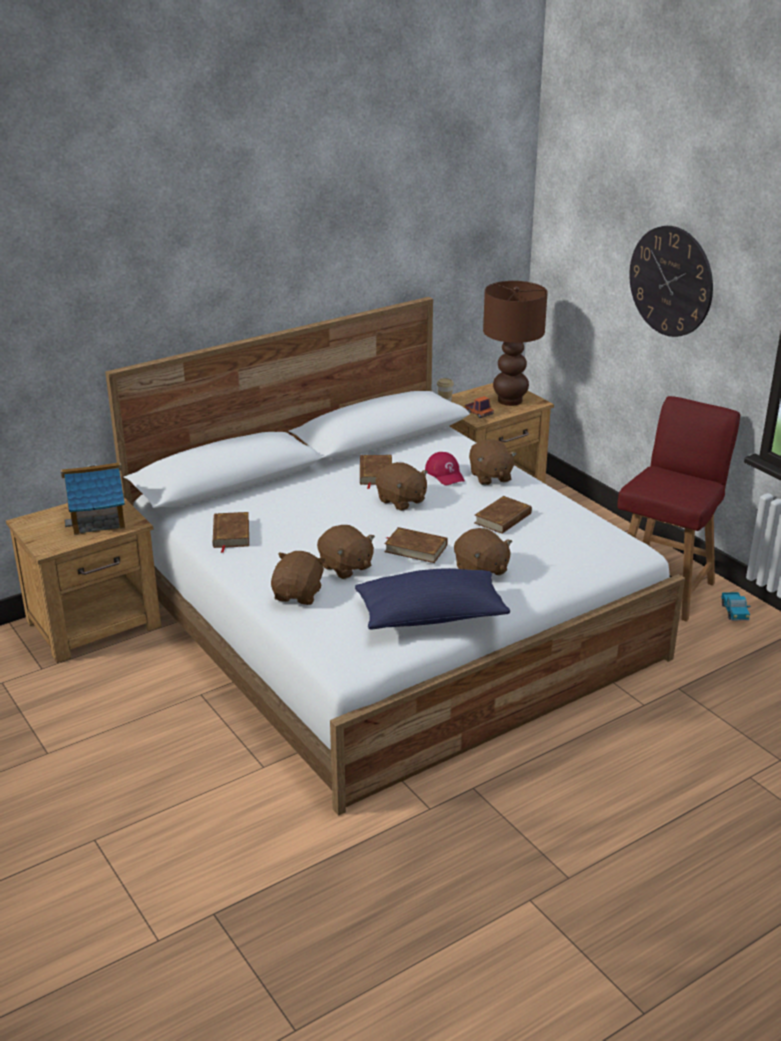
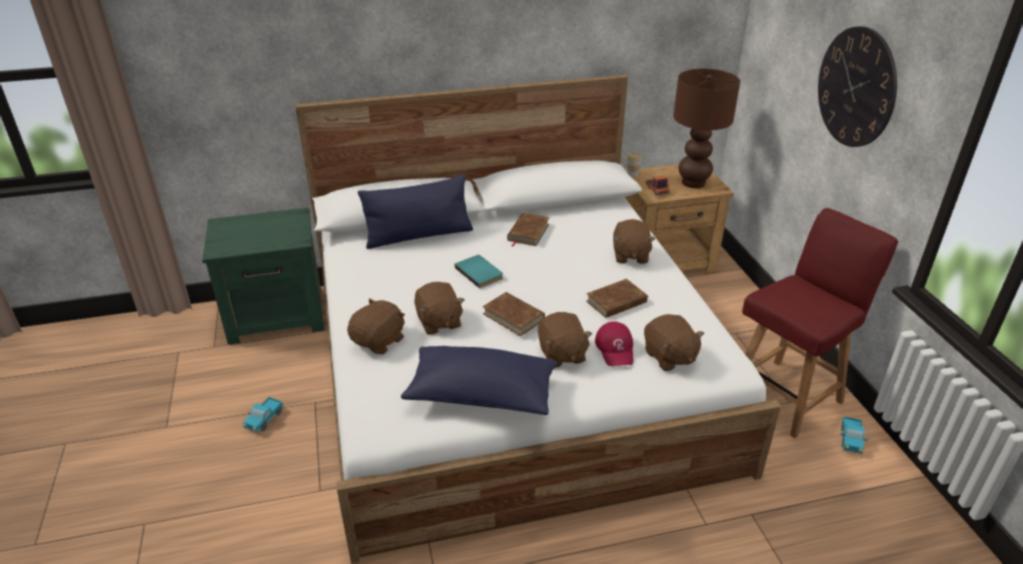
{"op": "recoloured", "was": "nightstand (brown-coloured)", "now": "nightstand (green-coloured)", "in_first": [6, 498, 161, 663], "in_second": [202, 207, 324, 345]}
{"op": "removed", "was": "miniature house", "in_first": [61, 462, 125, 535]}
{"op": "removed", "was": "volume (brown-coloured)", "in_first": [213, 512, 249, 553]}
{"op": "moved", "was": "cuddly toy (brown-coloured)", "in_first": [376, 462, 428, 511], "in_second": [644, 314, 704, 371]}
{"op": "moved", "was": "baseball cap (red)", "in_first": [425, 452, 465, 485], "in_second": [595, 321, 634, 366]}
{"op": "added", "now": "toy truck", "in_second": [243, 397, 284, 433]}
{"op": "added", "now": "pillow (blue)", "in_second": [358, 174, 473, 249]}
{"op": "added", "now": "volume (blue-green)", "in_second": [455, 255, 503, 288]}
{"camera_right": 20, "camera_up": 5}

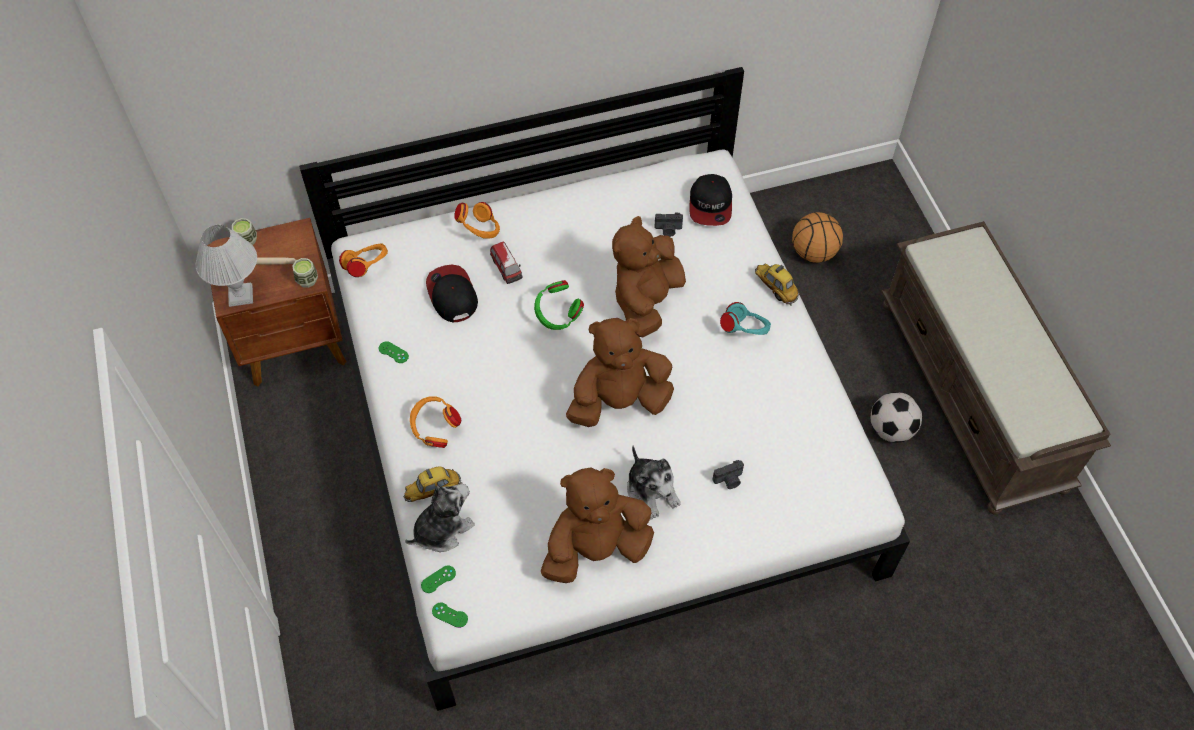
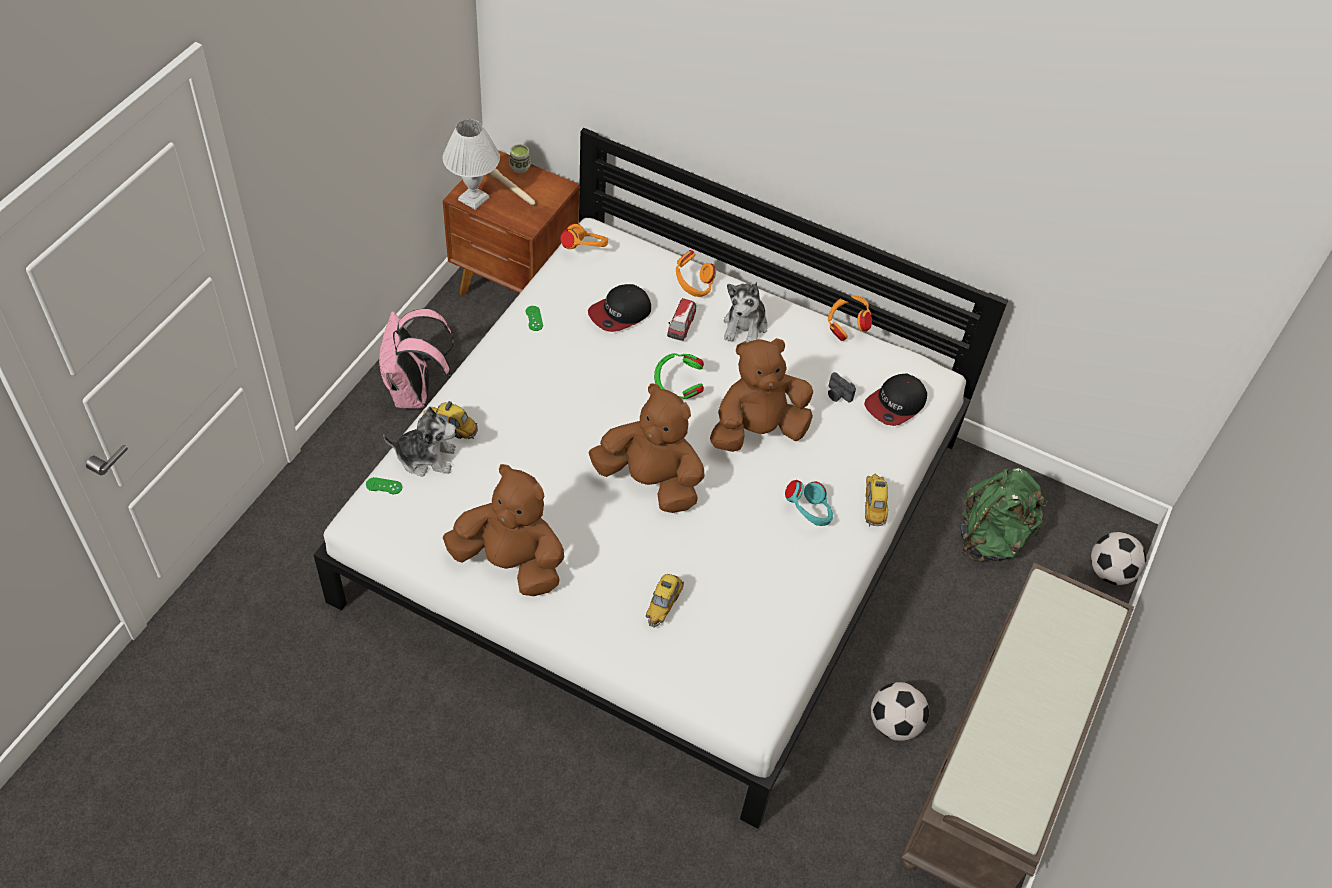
{"op": "removed", "was": "drinking cup", "in_first": [293, 258, 318, 288]}
{"op": "moved", "was": "headset (orangey)", "in_first": [410, 396, 461, 448], "in_second": [828, 295, 872, 341]}
{"op": "turned", "was": "baseball cap", "in_first": [426, 265, 478, 322], "in_second": [588, 284, 651, 332], "clockwise": -150}
{"op": "removed", "was": "gamepad (green-coloured)", "in_first": [432, 603, 468, 628]}
{"op": "moved", "was": "cuddly toy", "in_first": [627, 446, 681, 520], "in_second": [724, 282, 767, 343]}
{"op": "replaced", "was": "photo camera", "now": "miniature car", "in_first": [712, 460, 744, 489], "in_second": [646, 574, 684, 628]}
{"op": "replaced", "was": "basketball", "now": "knapsack (green-coloured)", "in_first": [792, 212, 843, 263], "in_second": [960, 468, 1048, 562]}
{"op": "added", "now": "knapsack (pink)", "in_second": [378, 308, 454, 409]}
{"op": "added", "now": "football ball", "in_second": [1091, 532, 1146, 585]}
{"camera_right": 40, "camera_up": -5}

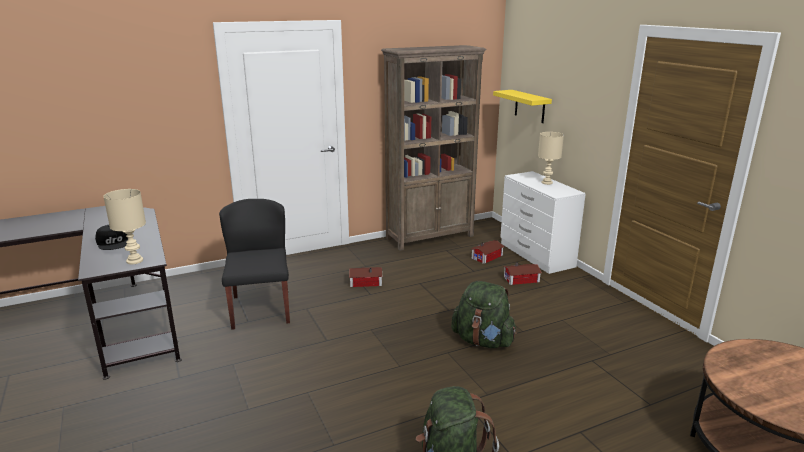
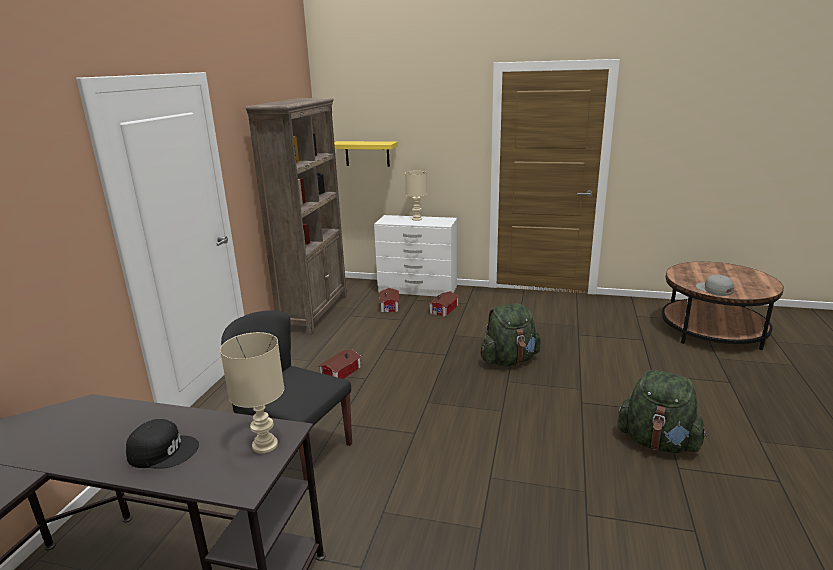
{"op": "added", "now": "baseball cap (greyish)", "in_second": [696, 275, 734, 296]}
{"camera_right": -50, "camera_up": 0}

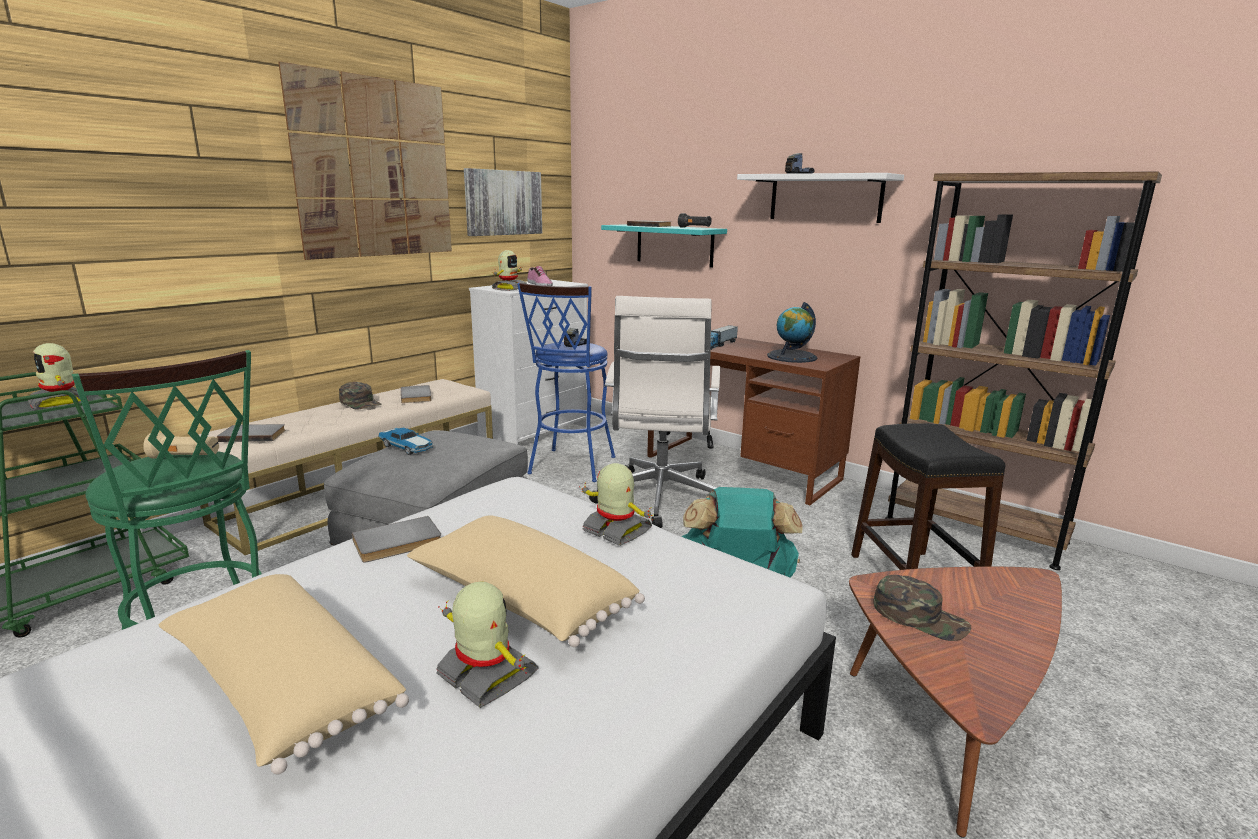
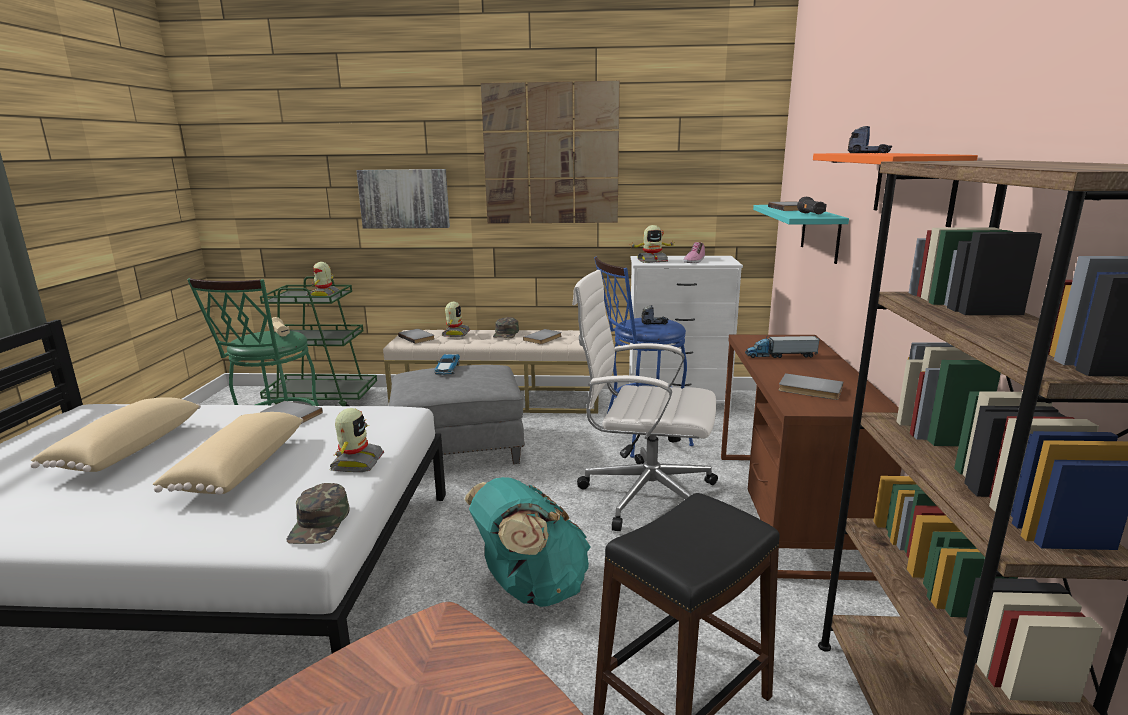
{"op": "moved", "was": "toy robot", "in_first": [436, 582, 538, 708], "in_second": [442, 302, 470, 337]}
{"op": "moved", "was": "wall art", "in_first": [464, 168, 542, 236], "in_second": [356, 169, 450, 229]}
{"op": "turned", "was": "office chair (white)", "in_first": [589, 296, 720, 528], "in_second": [572, 270, 718, 531], "clockwise": 45}
{"op": "recoloured", "was": "wall shelf (white)", "now": "wall shelf (orangey)", "in_first": [737, 173, 904, 223], "in_second": [813, 153, 978, 227]}
{"op": "replaced", "was": "globe", "now": "volume (greyish)", "in_first": [767, 302, 817, 363], "in_second": [778, 373, 843, 400]}
{"op": "moved", "was": "baseball cap (green-coloured)", "in_first": [873, 575, 971, 641], "in_second": [287, 483, 349, 544]}
{"camera_right": 55, "camera_up": 0}

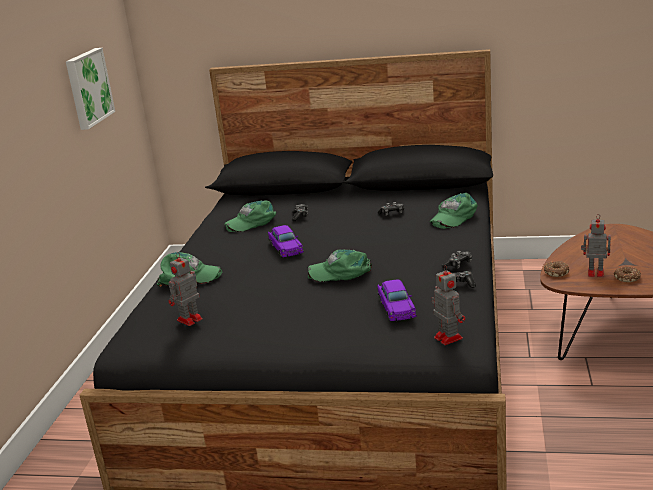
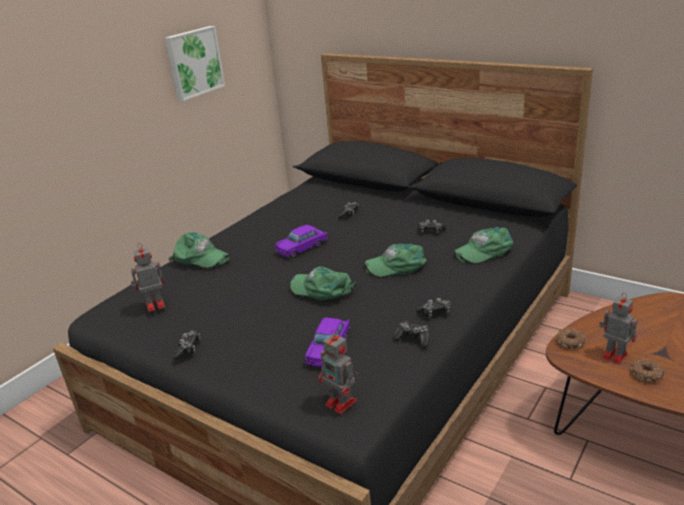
{"op": "moved", "was": "baseball cap (green-coloured)", "in_first": [224, 200, 277, 232], "in_second": [364, 244, 427, 277]}
{"op": "turned", "was": "miniature car (purple)", "in_first": [268, 225, 304, 258], "in_second": [274, 225, 328, 258], "clockwise": 45}
{"op": "turned", "was": "toy robot", "in_first": [432, 265, 465, 345], "in_second": [318, 330, 358, 414], "clockwise": 135}
{"op": "added", "now": "gamepad", "in_second": [173, 330, 200, 360]}
{"camera_right": 25, "camera_up": 5}

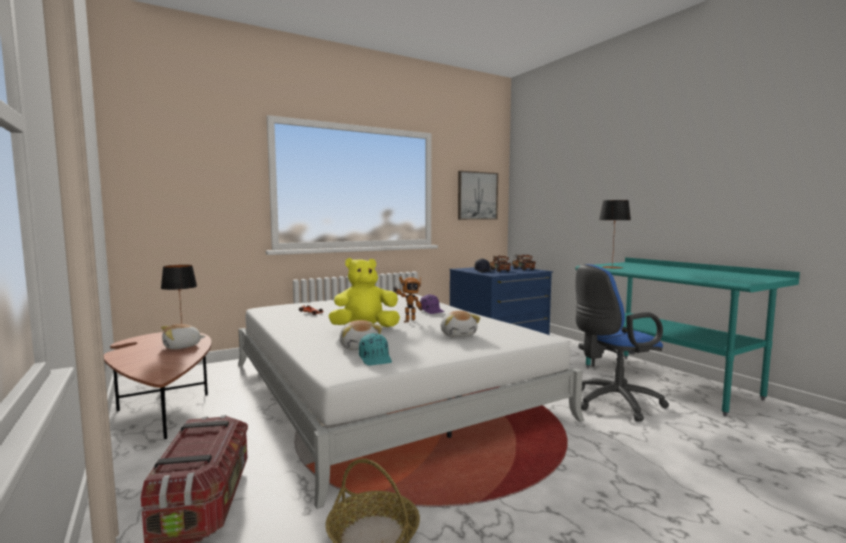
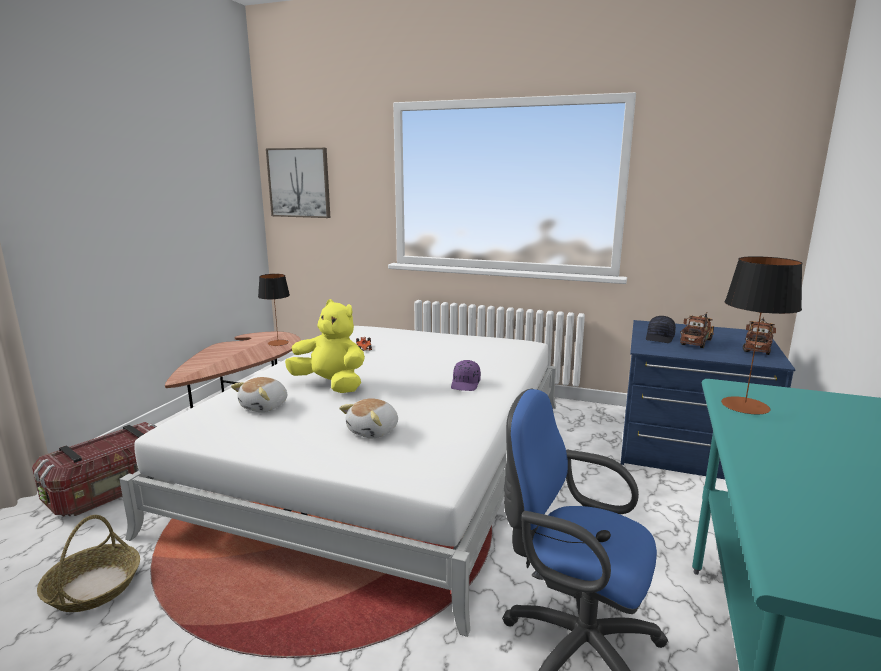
{"op": "removed", "was": "cuddly toy", "in_first": [161, 324, 205, 349]}
{"op": "removed", "was": "baseball cap (blue-green)", "in_first": [359, 333, 392, 365]}
{"op": "removed", "was": "toy robot", "in_first": [393, 276, 422, 322]}
{"op": "moved", "was": "wall art", "in_first": [458, 171, 498, 220], "in_second": [266, 148, 330, 218]}
{"camera_right": 50, "camera_up": 10}

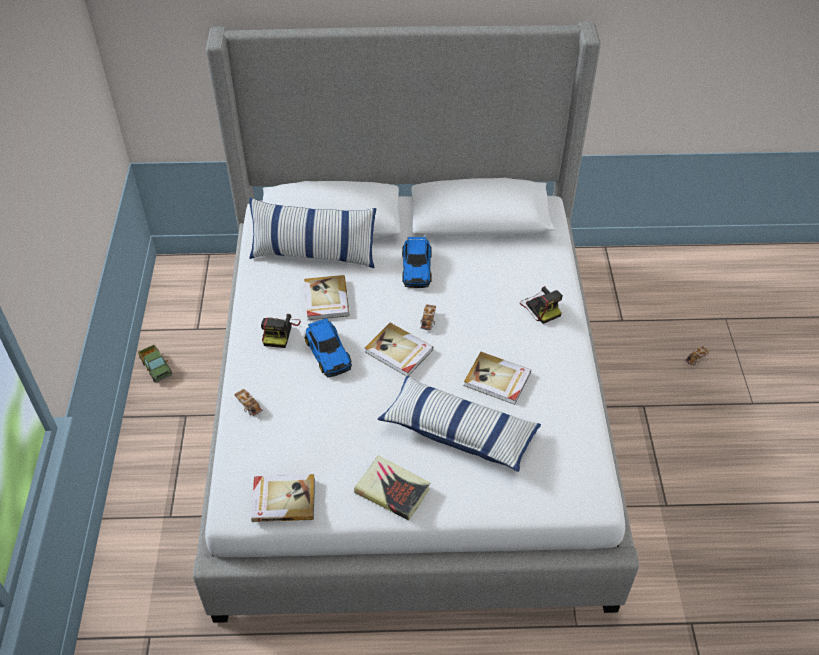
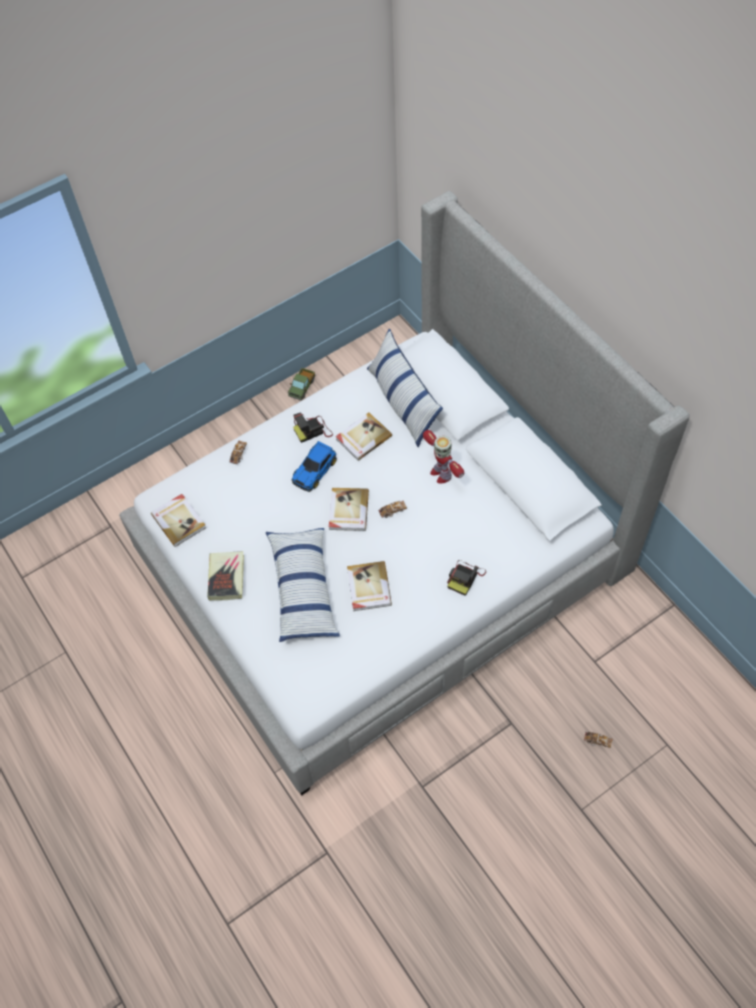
{"op": "replaced", "was": "miniature car", "now": "toy robot", "in_first": [402, 237, 432, 288], "in_second": [423, 430, 464, 483]}
{"camera_right": 60, "camera_up": 10}

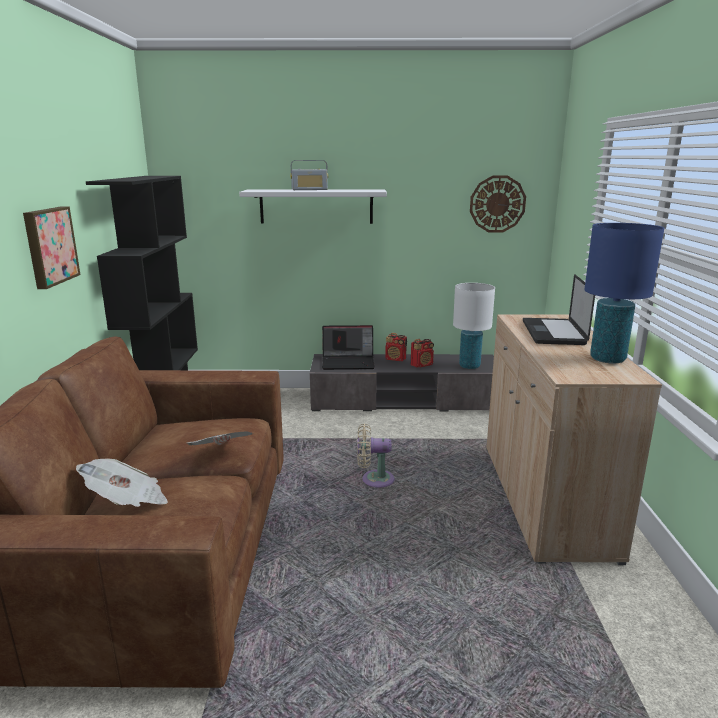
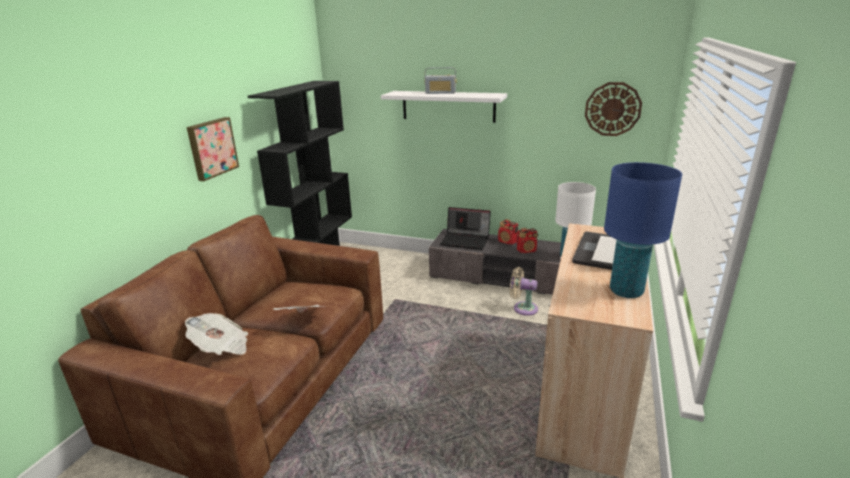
{"op": "moved", "was": "electric fan (sand-coloured)", "in_first": [357, 424, 395, 488], "in_second": [510, 267, 538, 316]}
{"camera_right": 20, "camera_up": 5}

